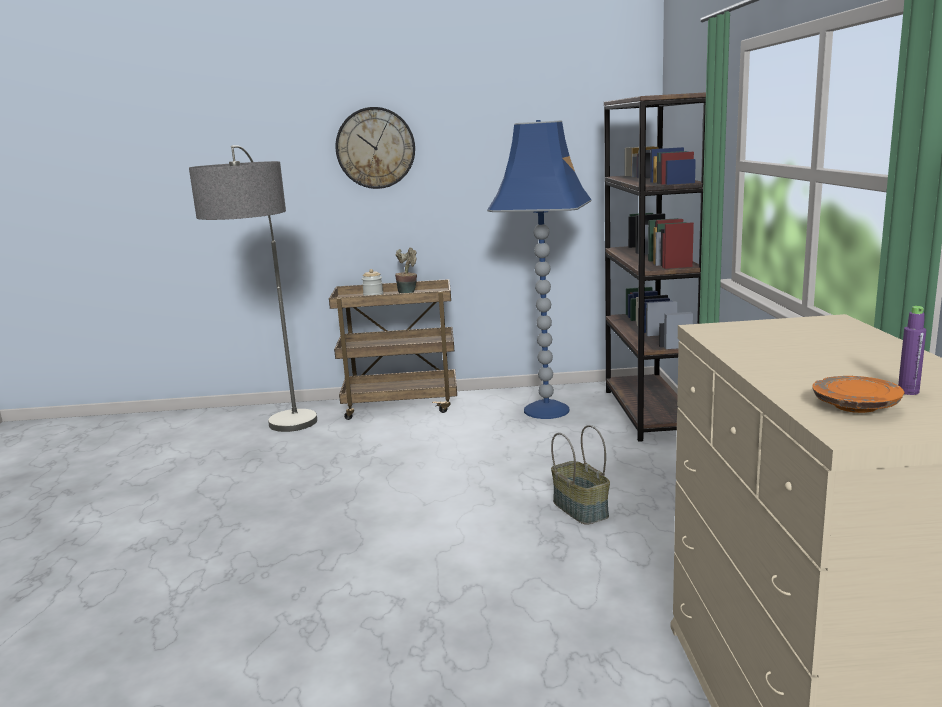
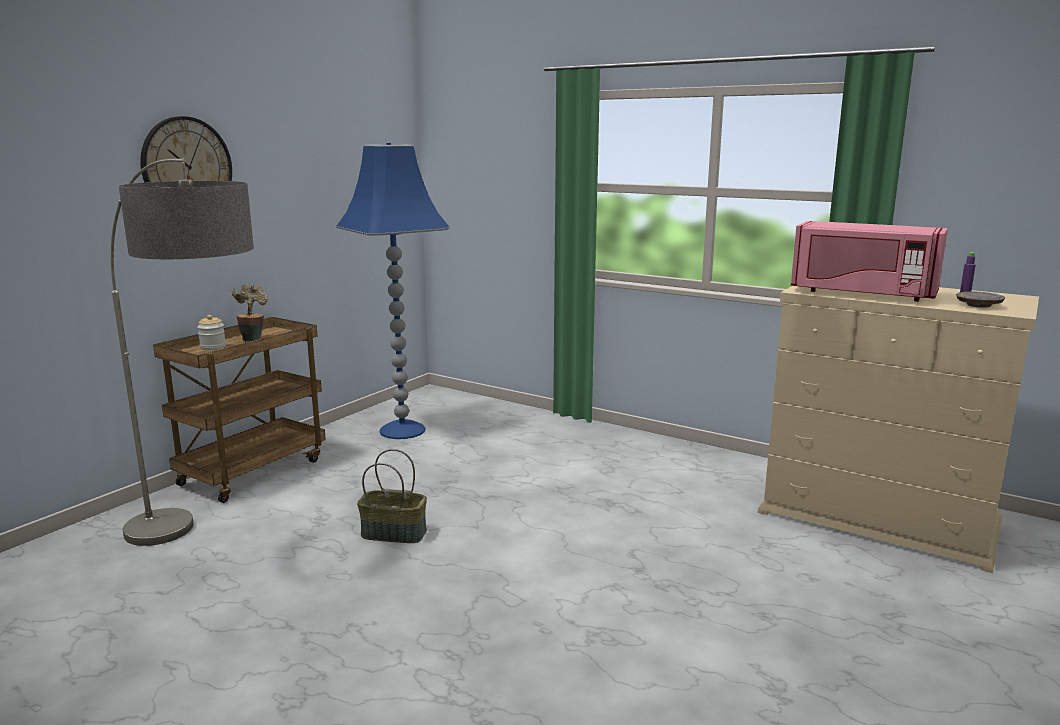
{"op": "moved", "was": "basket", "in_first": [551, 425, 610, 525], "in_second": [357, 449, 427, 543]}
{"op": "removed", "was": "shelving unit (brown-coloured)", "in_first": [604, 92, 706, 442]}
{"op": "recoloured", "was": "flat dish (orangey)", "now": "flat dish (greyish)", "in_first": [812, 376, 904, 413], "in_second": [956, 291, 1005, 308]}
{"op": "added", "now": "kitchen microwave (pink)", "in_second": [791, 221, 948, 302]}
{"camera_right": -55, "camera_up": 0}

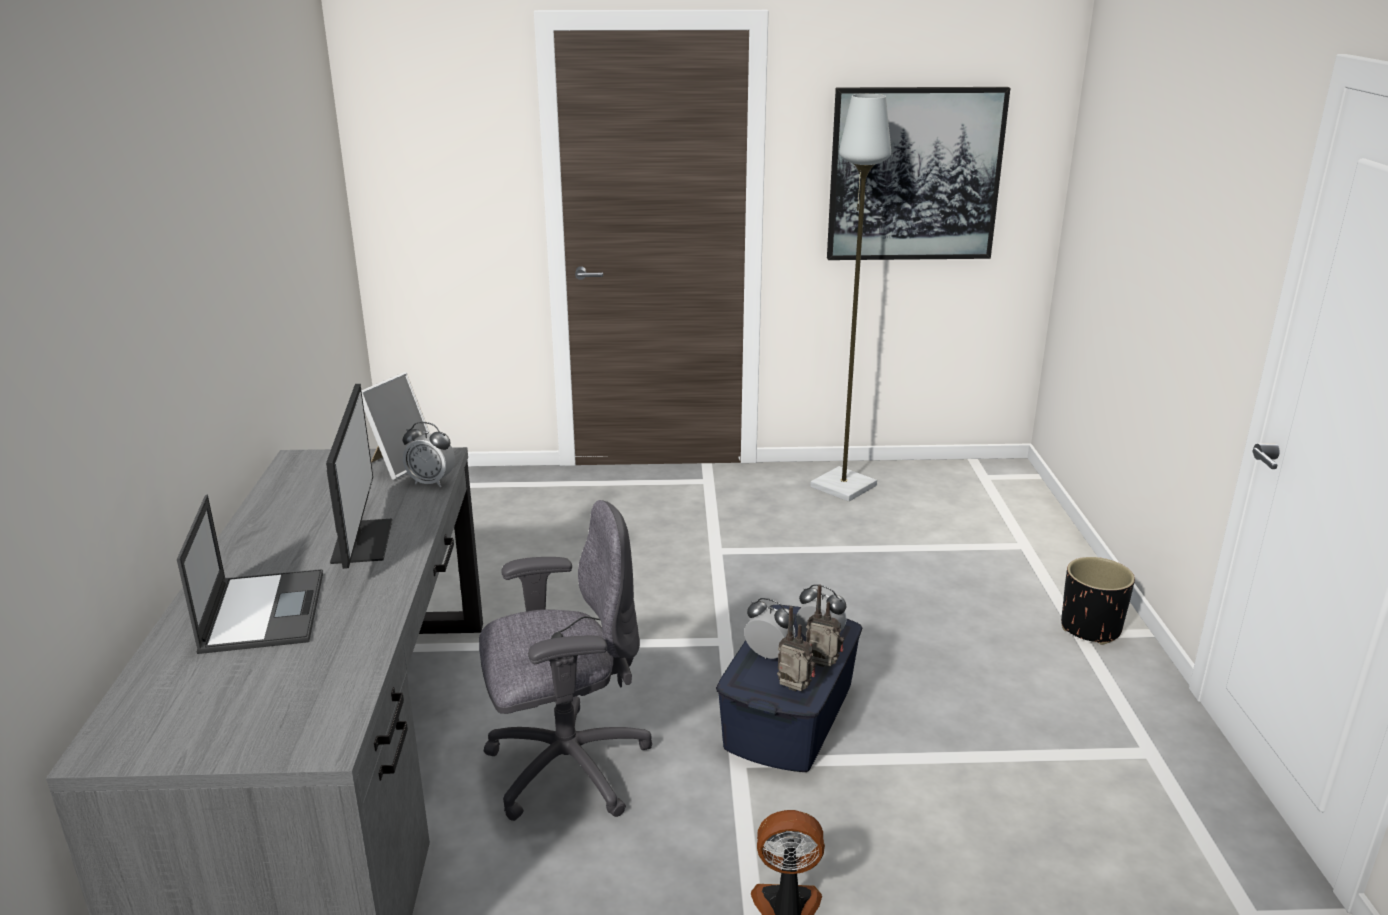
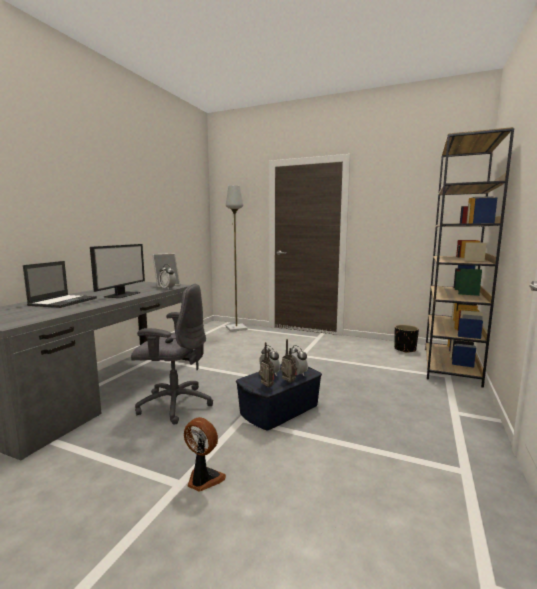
{"op": "moved", "was": "standard lamp (greyish)", "in_first": [810, 94, 891, 502], "in_second": [226, 185, 248, 332]}
{"op": "removed", "was": "wall art", "in_first": [827, 87, 1010, 260]}
{"op": "moved", "was": "planter (black)", "in_first": [1061, 557, 1135, 645], "in_second": [394, 325, 419, 353]}
{"op": "added", "now": "shelving unit (brown-coloured)", "in_second": [425, 127, 514, 388]}
{"camera_right": 25, "camera_up": -15}

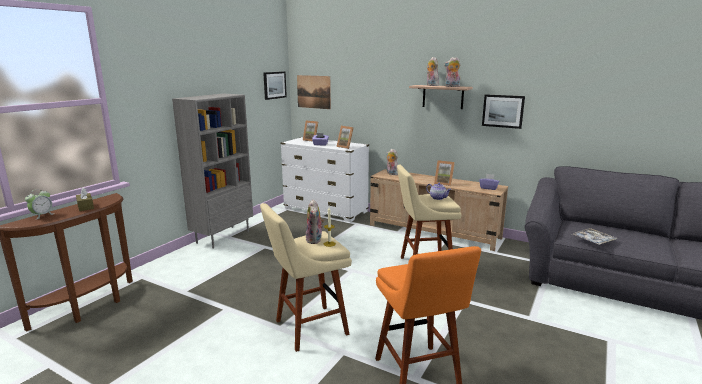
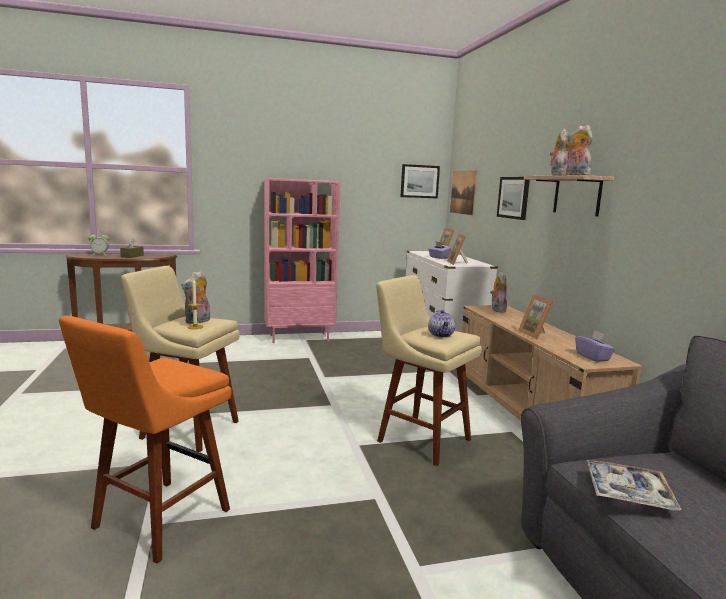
{"op": "recoloured", "was": "shelving unit (greyish)", "now": "shelving unit (pink)", "in_first": [172, 93, 253, 248], "in_second": [264, 178, 341, 343]}
{"op": "moved", "was": "wall art", "in_first": [482, 94, 525, 129], "in_second": [497, 177, 530, 220]}
{"camera_right": 45, "camera_up": -5}

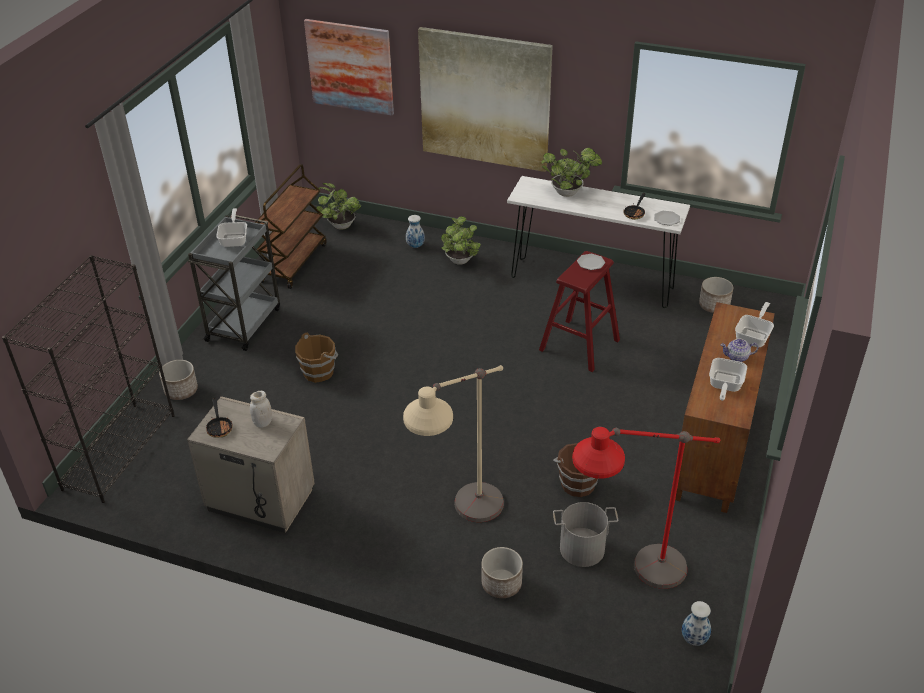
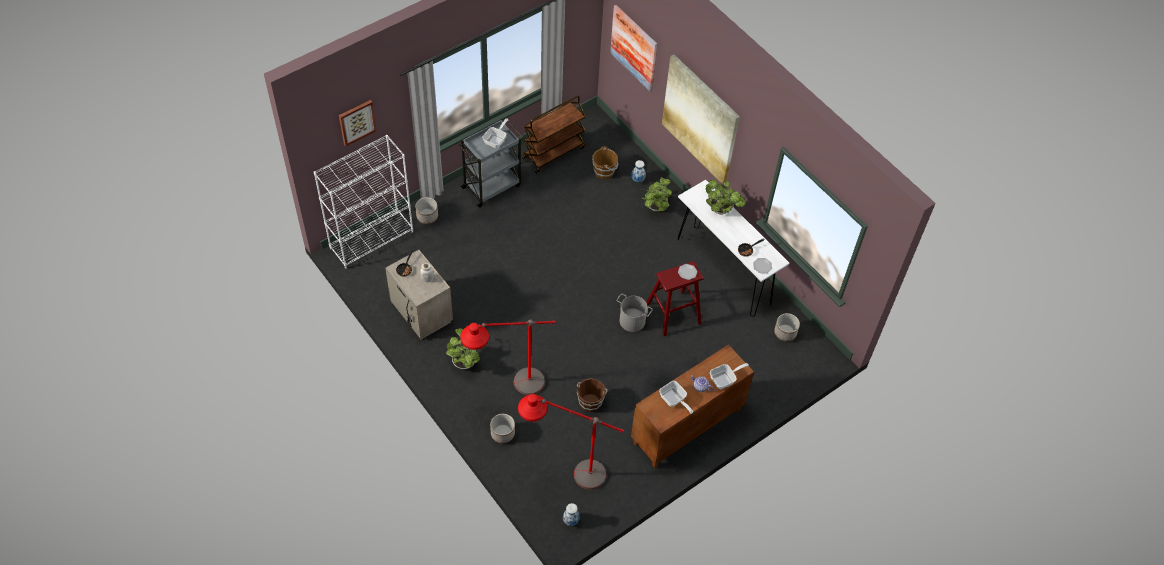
{"op": "recoloured", "was": "shelving unit (black)", "now": "shelving unit (white)", "in_first": [2, 255, 175, 503], "in_second": [314, 135, 413, 269]}
{"op": "moved", "was": "bucket (brown-coloured)", "in_first": [295, 332, 338, 383], "in_second": [592, 146, 618, 179]}
{"op": "moved", "was": "potted plant", "in_first": [316, 183, 361, 230], "in_second": [446, 329, 480, 369]}
{"op": "recoloured", "was": "standard lamp (sand-coloured)", "now": "standard lamp (red)", "in_first": [403, 365, 504, 522], "in_second": [460, 320, 555, 395]}
{"op": "moved", "was": "bucket (greyish)", "in_first": [553, 502, 618, 567], "in_second": [616, 294, 653, 332]}
{"op": "turned", "was": "frying pan", "in_first": [709, 358, 747, 401], "in_second": [659, 381, 693, 414], "clockwise": -90}
{"op": "added", "now": "wall art", "in_second": [339, 100, 377, 146]}
{"camera_right": 30, "camera_up": 15}

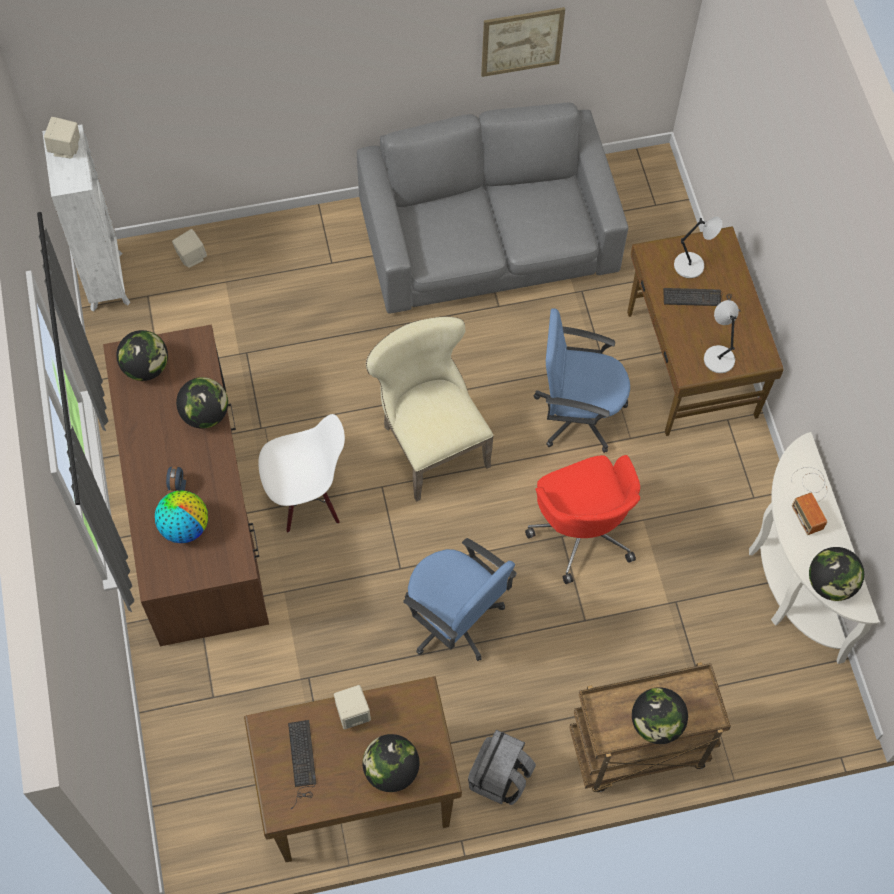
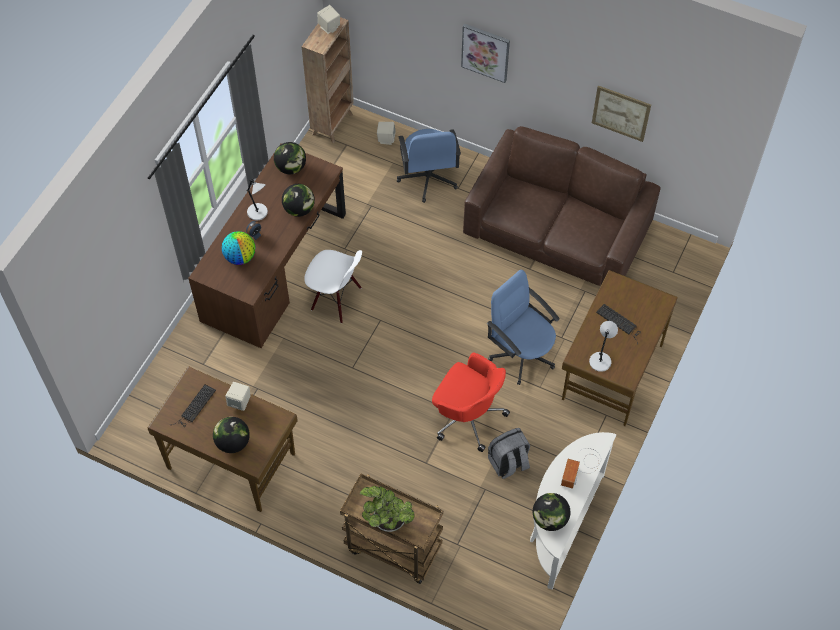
{"op": "recoloured", "was": "shelving unit (white)", "now": "shelving unit (brown-coloured)", "in_first": [42, 124, 130, 312], "in_second": [302, 17, 354, 143]}
{"op": "recoloured", "was": "settee (greyish)", "now": "settee (brown-coloured)", "in_first": [357, 103, 628, 314], "in_second": [463, 126, 661, 287]}
{"op": "removed", "was": "upright chair (sand-coloured)", "in_first": [366, 316, 494, 502]}
{"op": "moved", "was": "office chair (blue)", "in_first": [403, 538, 517, 661], "in_second": [397, 129, 461, 203]}
{"op": "moved", "was": "knapsack (greyish)", "in_first": [468, 730, 536, 805], "in_second": [488, 428, 530, 479]}
{"op": "turned", "was": "office chair (red)", "in_first": [525, 455, 640, 584], "in_second": [432, 353, 510, 452], "clockwise": -75}
{"op": "replaced", "was": "globe", "now": "potted plant", "in_first": [632, 687, 688, 744], "in_second": [360, 486, 415, 532]}
{"op": "moved", "was": "lamp for a table (greyish)", "in_first": [674, 217, 722, 278], "in_second": [246, 178, 268, 220]}
{"op": "added", "now": "wall art", "in_second": [461, 23, 510, 83]}
{"camera_right": 40, "camera_up": -5}

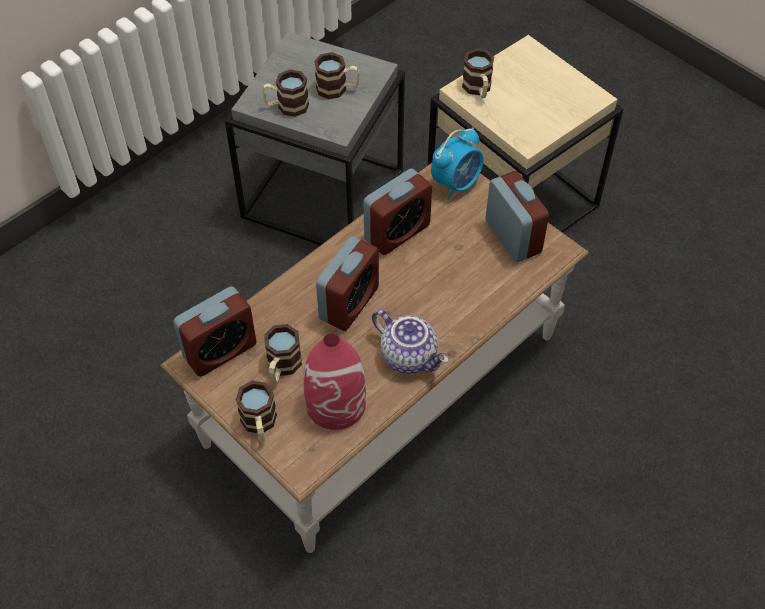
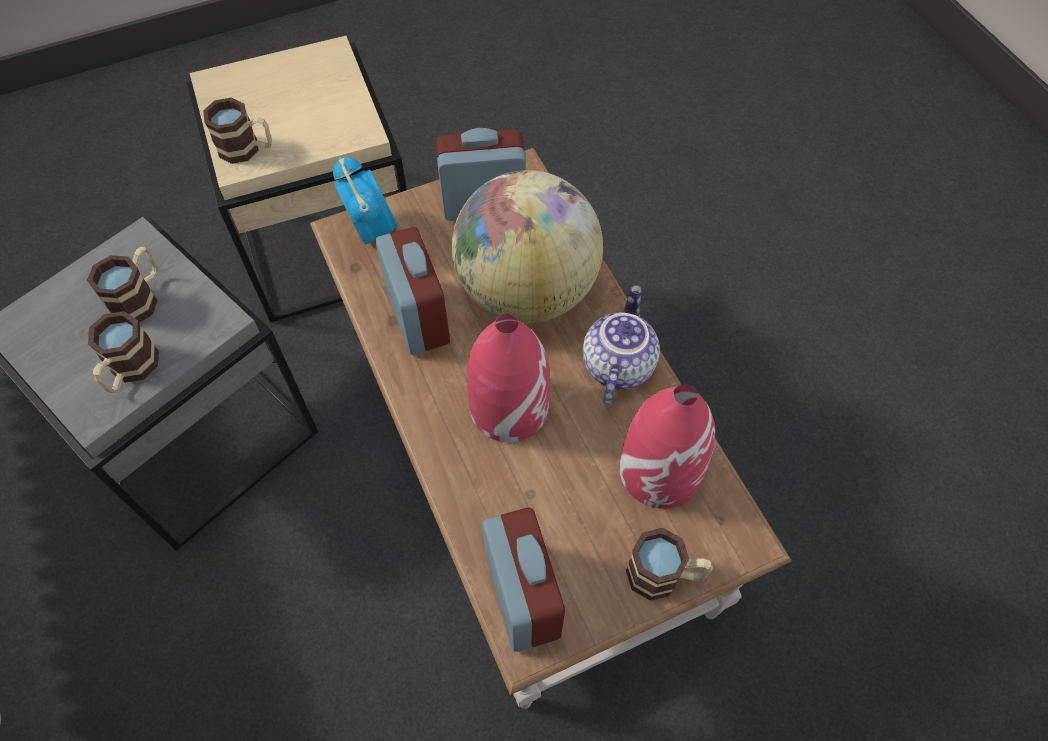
{"op": "removed", "was": "coffee mug", "in_first": [264, 324, 302, 383]}
{"op": "replaced", "was": "bedside clock", "now": "flower vase (red)", "in_first": [316, 236, 379, 331], "in_second": [467, 314, 550, 442]}
{"op": "turned", "was": "teapot", "in_first": [372, 310, 449, 374], "in_second": [582, 285, 660, 404], "clockwise": -45}
{"op": "added", "now": "globe", "in_second": [452, 170, 603, 323]}
{"camera_right": -70, "camera_up": 5}

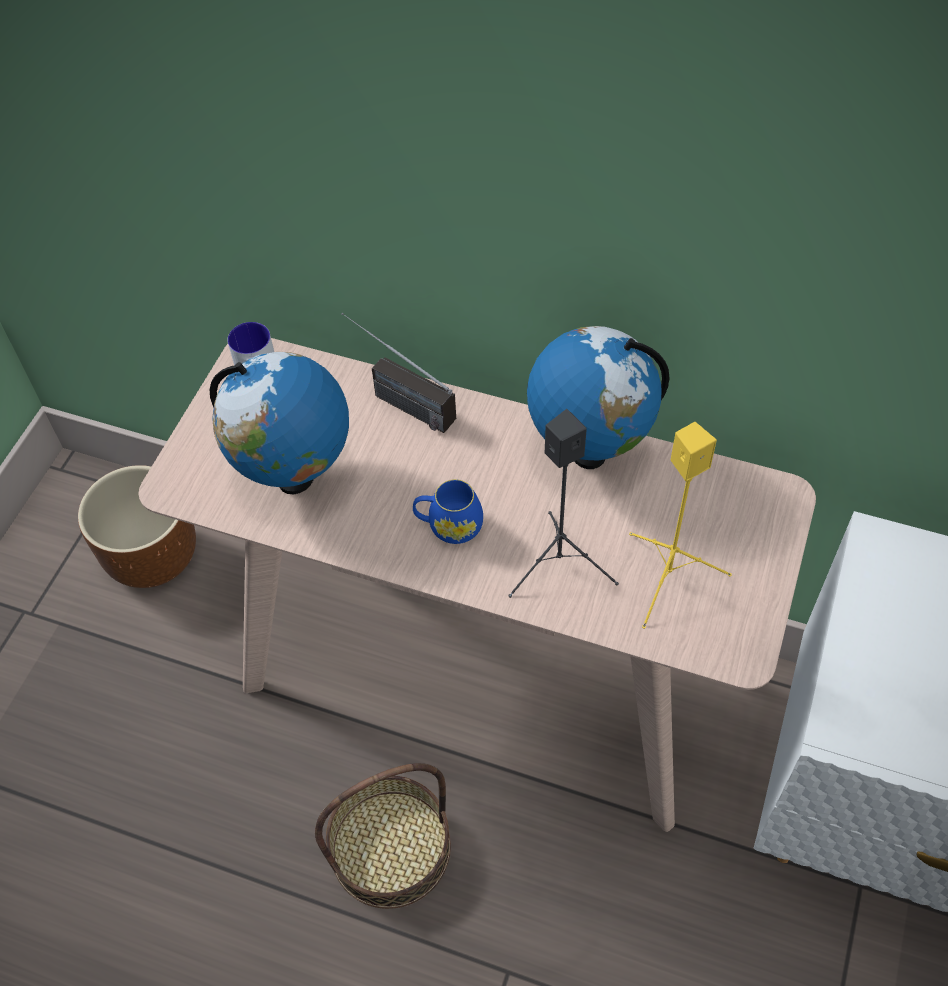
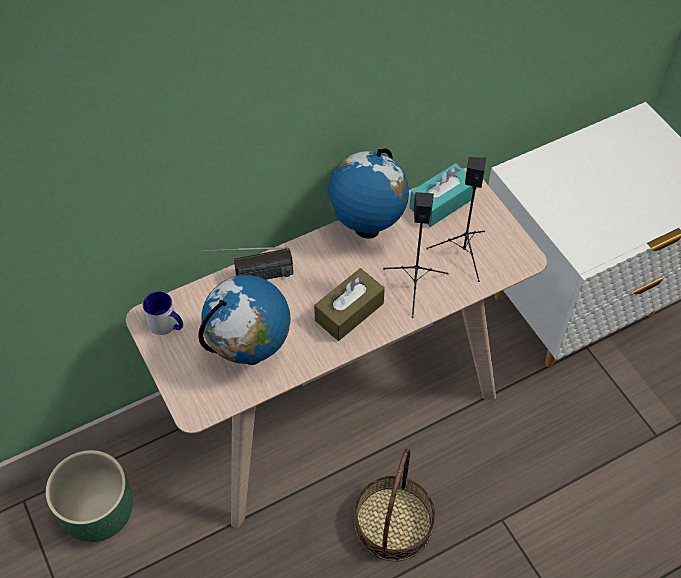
{"op": "recoloured", "was": "planter (brown-coloured)", "now": "planter (green-coloured)", "in_first": [78, 465, 196, 588], "in_second": [46, 450, 133, 542]}
{"op": "replaced", "was": "coffee mug (blue)", "now": "box of tissues (brown-coloured)", "in_first": [413, 479, 483, 544], "in_second": [314, 268, 385, 341]}
{"op": "recoloured", "was": "audio speaker (yellow)", "now": "audio speaker (black)", "in_first": [629, 422, 732, 629], "in_second": [426, 157, 486, 282]}
{"op": "added", "now": "box of tissues (blue-green)", "in_second": [409, 163, 476, 227]}
{"camera_right": -50, "camera_up": 0}

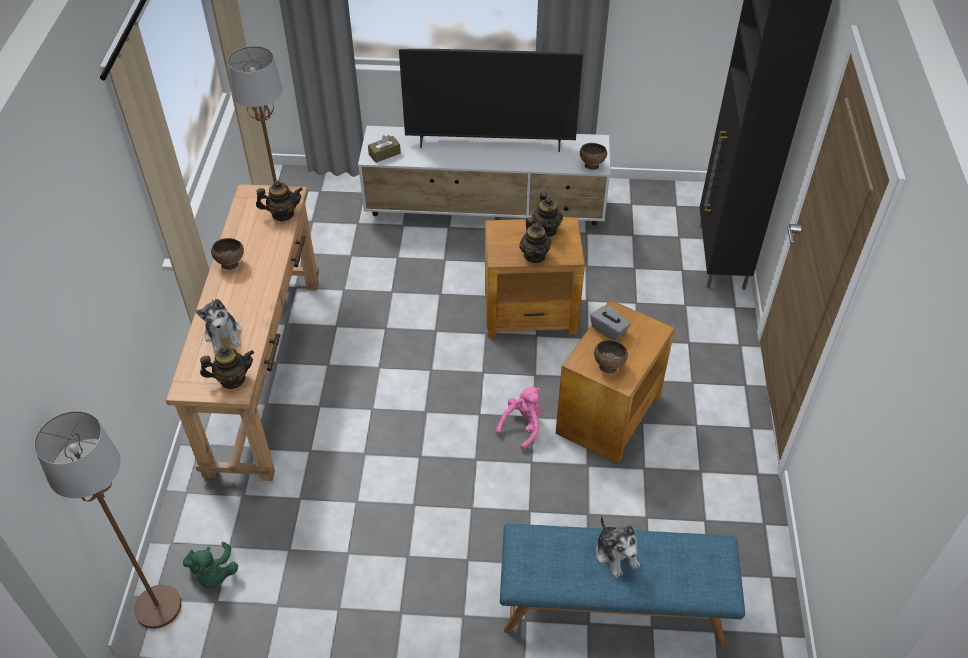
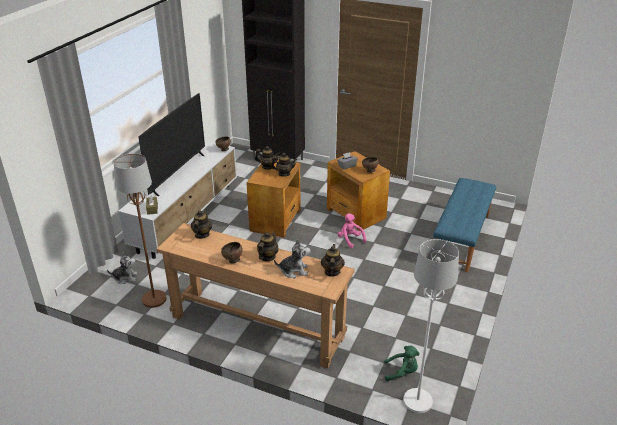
{"op": "recoloured", "was": "standard lamp (brown-coloured)", "now": "standard lamp (white)", "in_first": [34, 411, 181, 629], "in_second": [403, 239, 459, 413]}
{"op": "moved", "was": "cuddly toy", "in_first": [596, 516, 640, 578], "in_second": [107, 252, 137, 284]}
{"op": "added", "now": "teapot", "in_second": [257, 231, 279, 261]}
{"camera_right": -70, "camera_up": -15}

